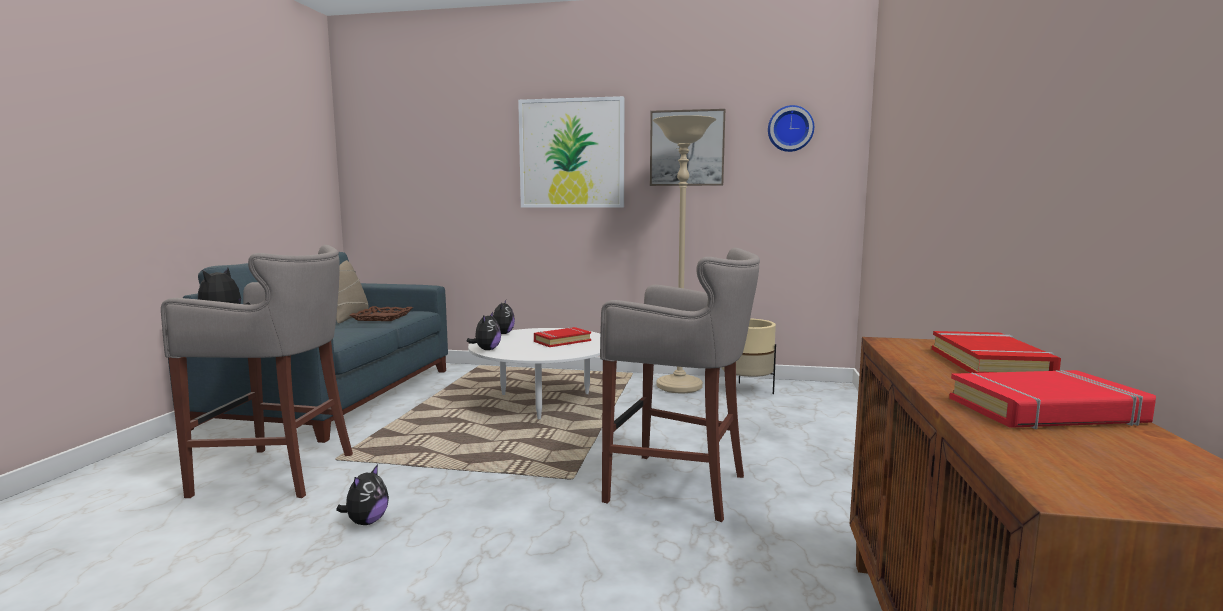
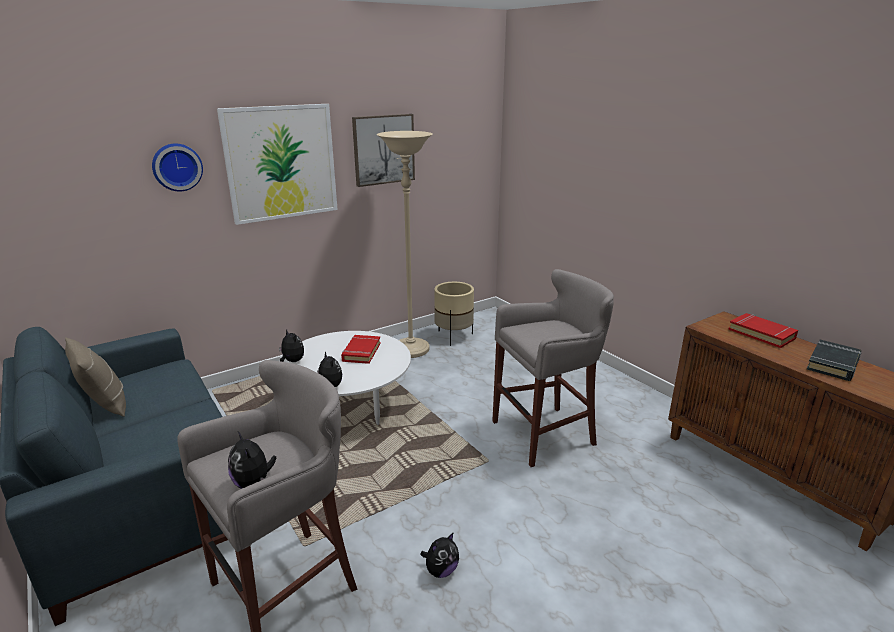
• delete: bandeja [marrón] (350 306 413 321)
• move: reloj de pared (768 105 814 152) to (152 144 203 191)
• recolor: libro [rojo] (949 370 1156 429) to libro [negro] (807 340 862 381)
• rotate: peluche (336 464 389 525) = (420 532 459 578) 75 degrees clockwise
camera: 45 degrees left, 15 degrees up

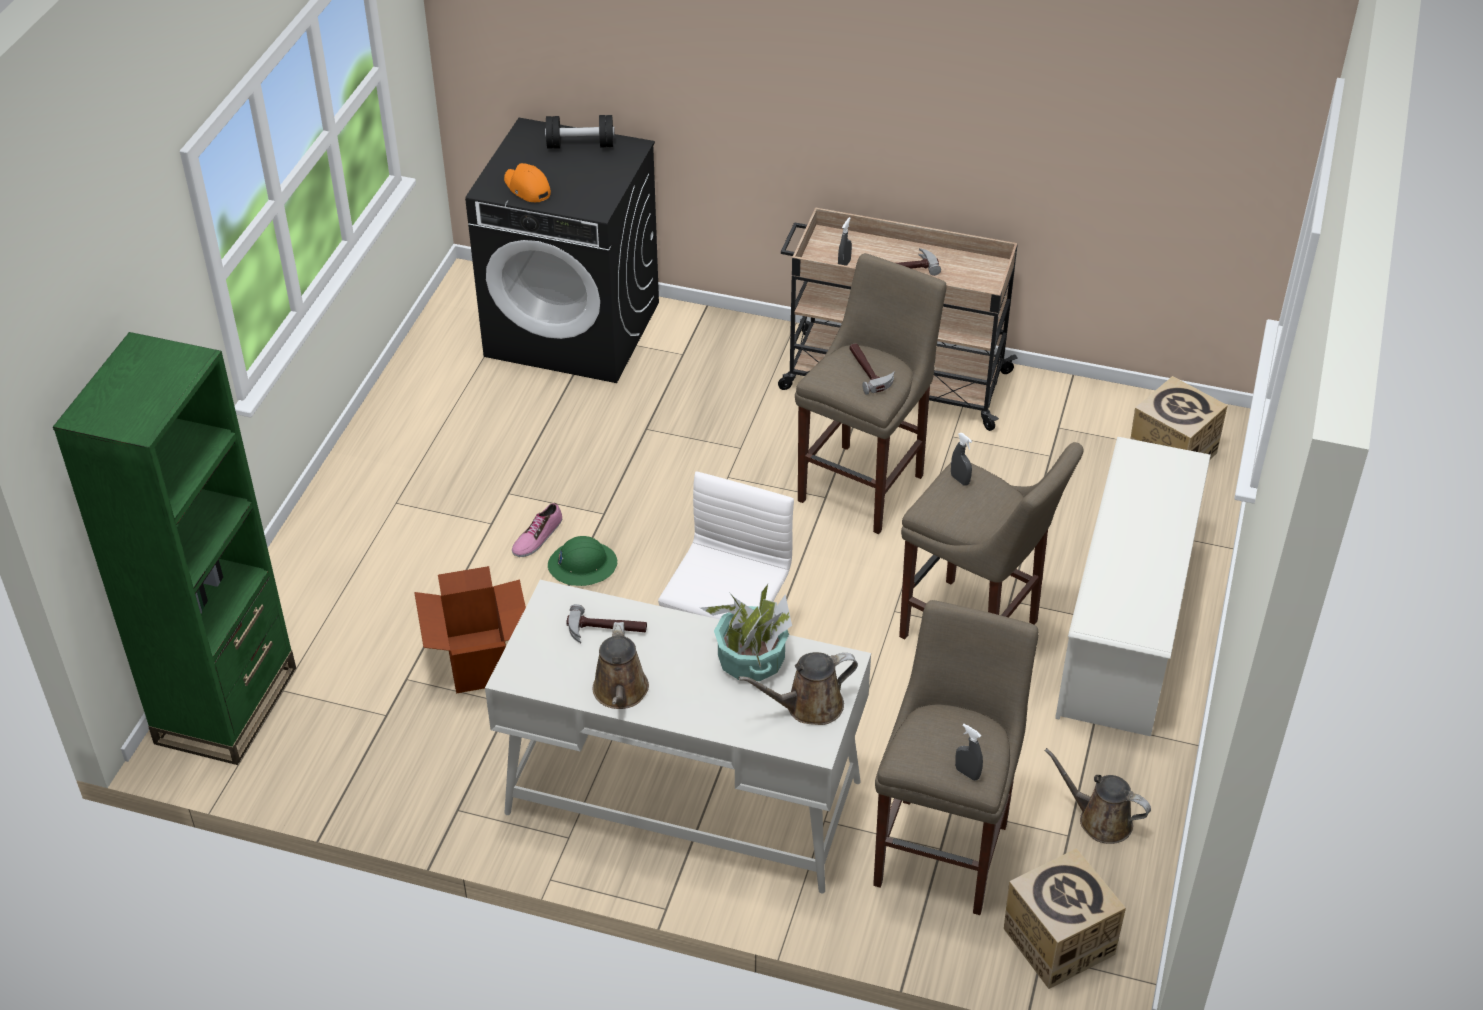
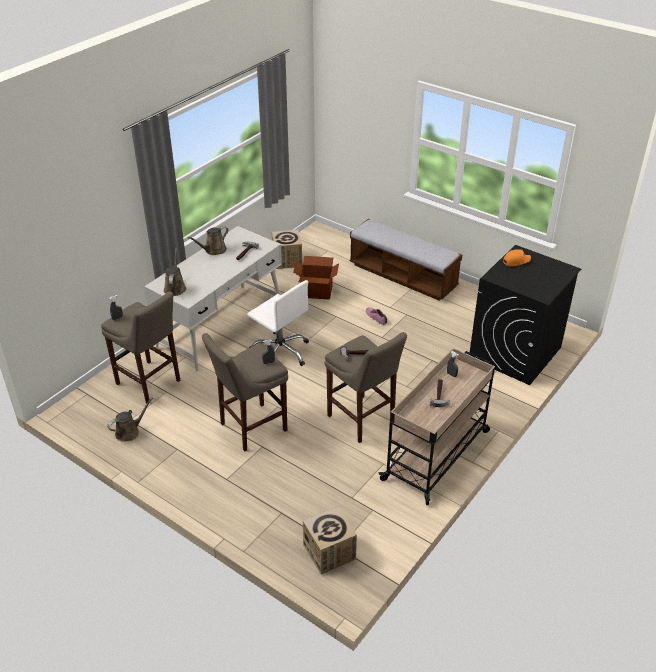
• delete: estantería [verde] (53 332 296 765)
• delete: mancuerna [negro] (545 115 615 149)
• delete: casco [verde] (548 536 617 586)
• delete: planta en maceta (700 584 792 681)
• delete: zapatero [blanco] (1055 437 1211 736)
• insert: banco (350 219 462 301)
• move: caja de cartón (1004 848 1126 989) to (272 230 302 269)
• rotate: regadera [marrón] (593 622 649 709) = (188 226 228 255) 60 degrees counterclockwise
camera: 110 degrees right, 5 degrees down

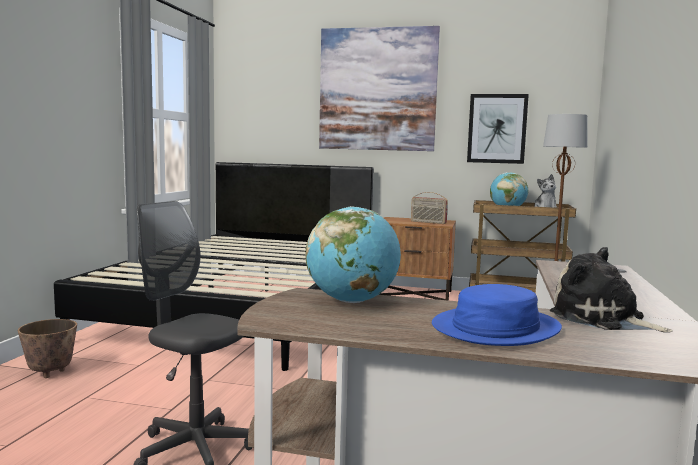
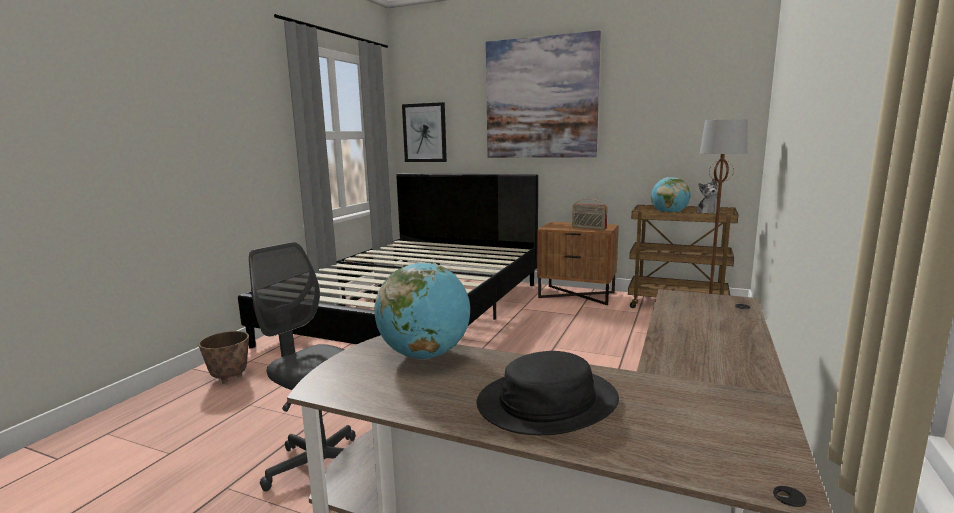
• delete: peluche (550 247 673 332)
• move: cuadro (467 94 529 164) to (402 102 447 162)
• recolor: sombrero [azul] (432 284 562 346) to sombrero [negro] (477 351 619 435)
camera: 10 degrees right, 5 degrees up

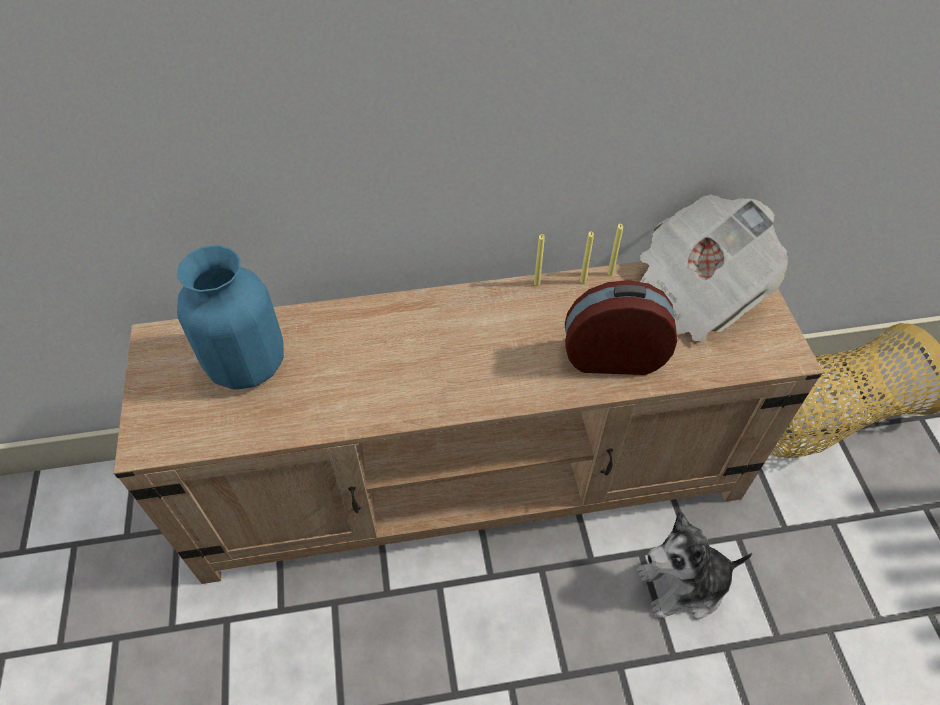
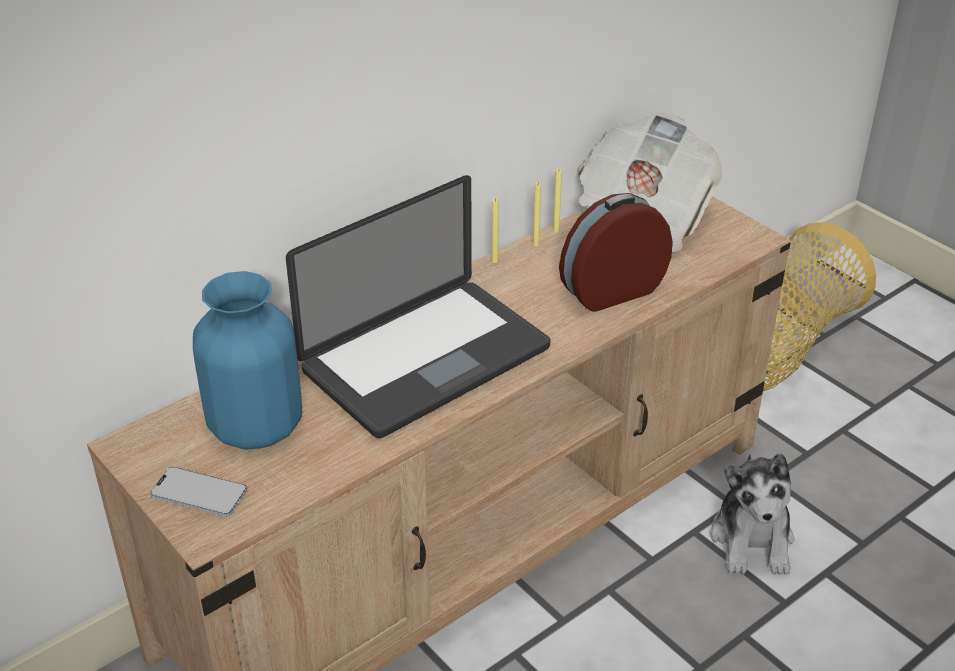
• insert: móvil (150 467 247 517)
• insert: portátil (286 175 550 438)
• rotate: peluche (637 510 753 619) = (711 453 794 575) 45 degrees counterclockwise
camera: 30 degrees left, 15 degrees down

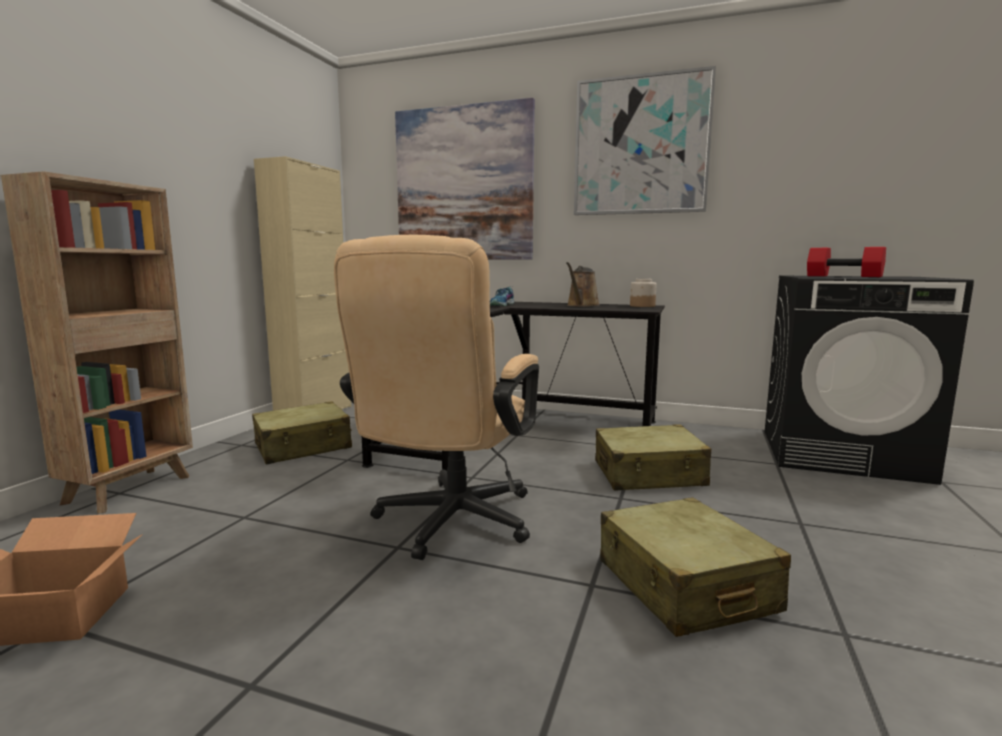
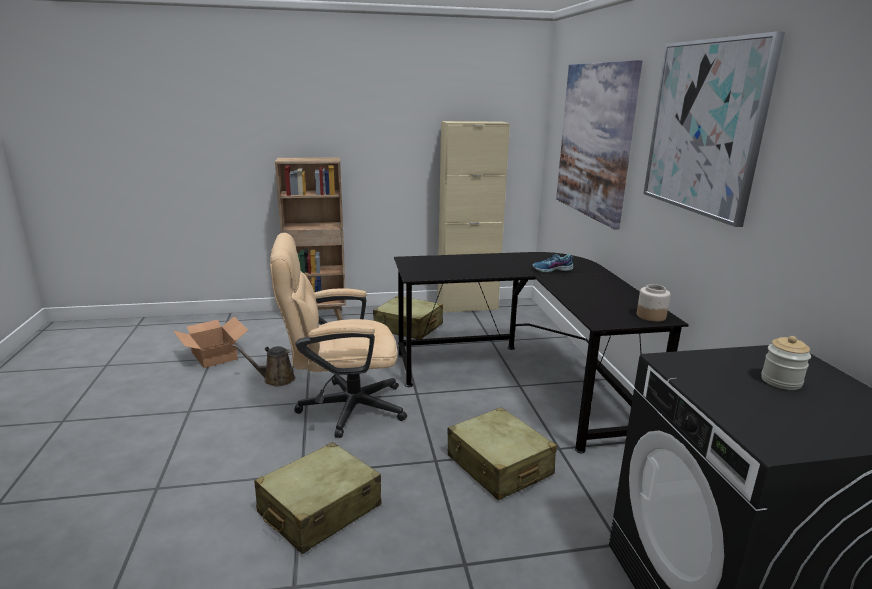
• move: regadera [marrón] (566 262 600 307) to (232 344 295 386)
• replace: mancuerna [rojo] (807 247 886 277) to tarro (761 336 811 390)
camera: 60 degrees right, 10 degrees up

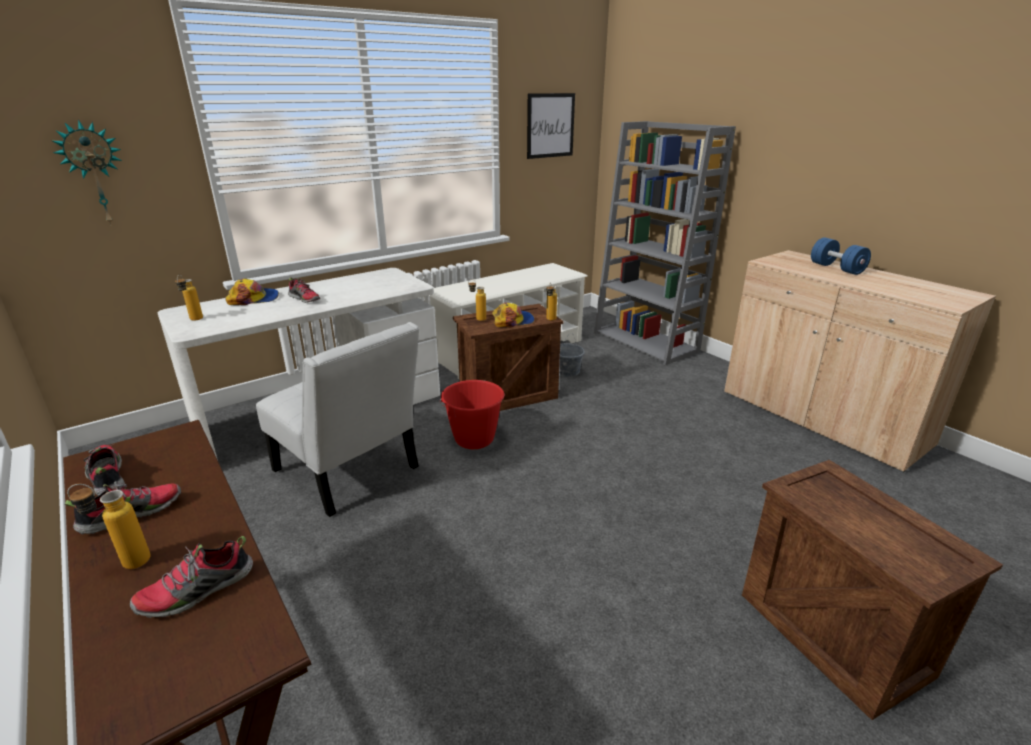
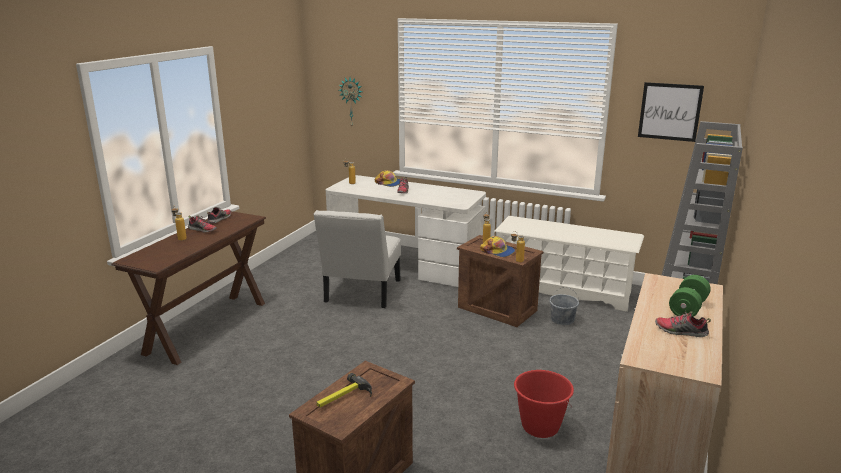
• insert: martillo (316 373 372 408)
• move: zapato (130 536 253 618) to (655 310 711 337)
• move: cubo [rojo] (440 380 505 449) to (514 370 574 438)
• recolor: mancuerna [azul] (811 237 871 275) to mancuerna [verde] (669 275 711 317)
camera: 60 degrees right, 5 degrees down

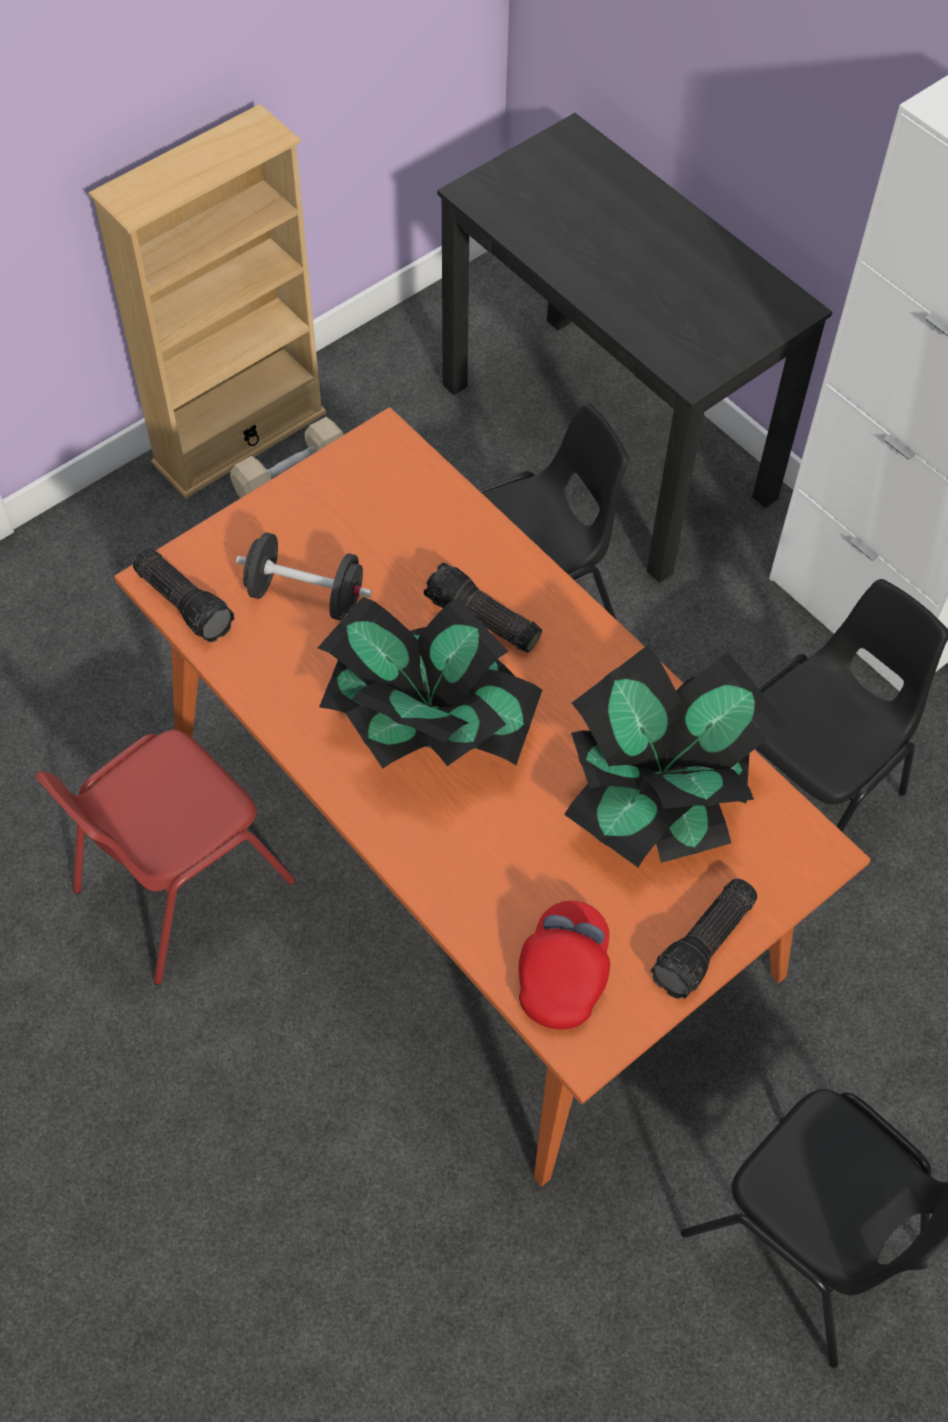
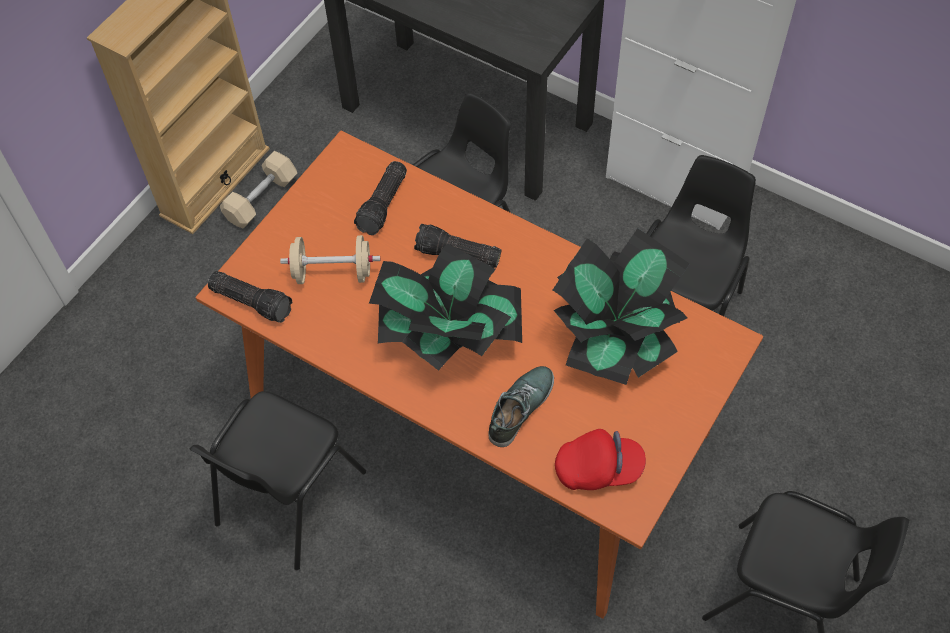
• insert: zapato (488 366 554 447)
• move: linterna (651 878 757 999) to (354 161 407 235)
• recolor: silla [rojo] (35 730 295 985) to silla [negro] (190 391 366 570)
• recolor: mancuerna [negro] (236 533 372 620) to mancuerna [beis] (280 235 380 284)
• rotate: gorra [rojo] (519 901 610 1029) = (555 429 646 490) 90 degrees clockwise
camera: 15 degrees left, 0 degrees up

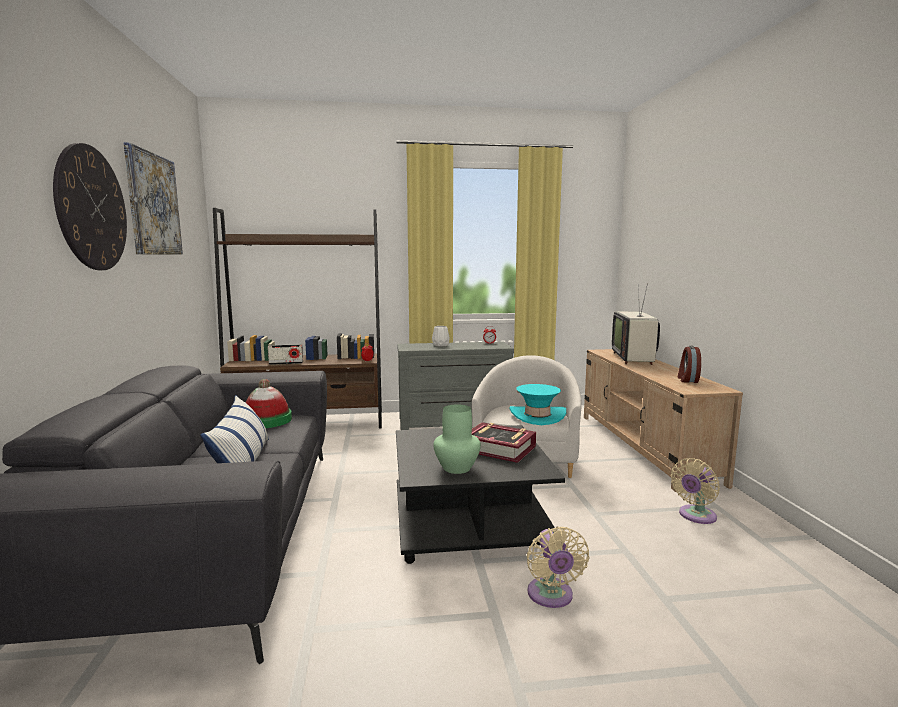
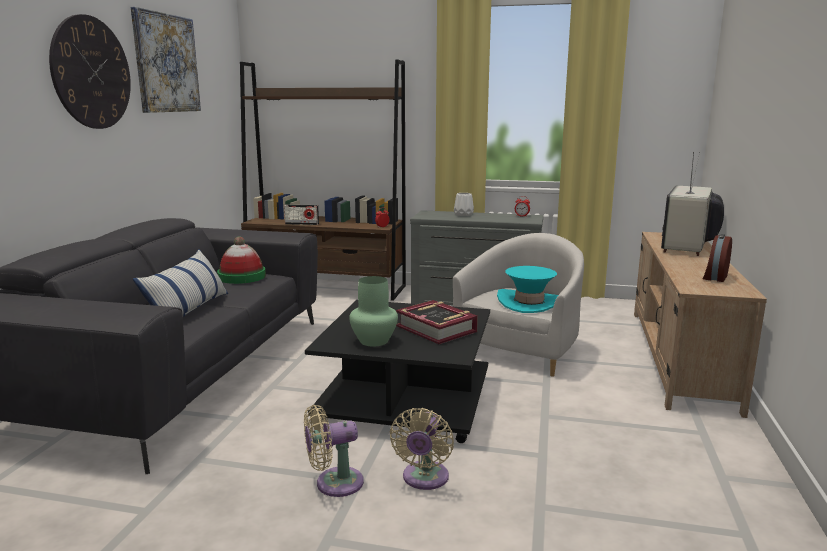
• move: ventilador [beis] (671 458 720 524) to (304 405 364 497)
camera: 20 degrees right, 5 degrees up

